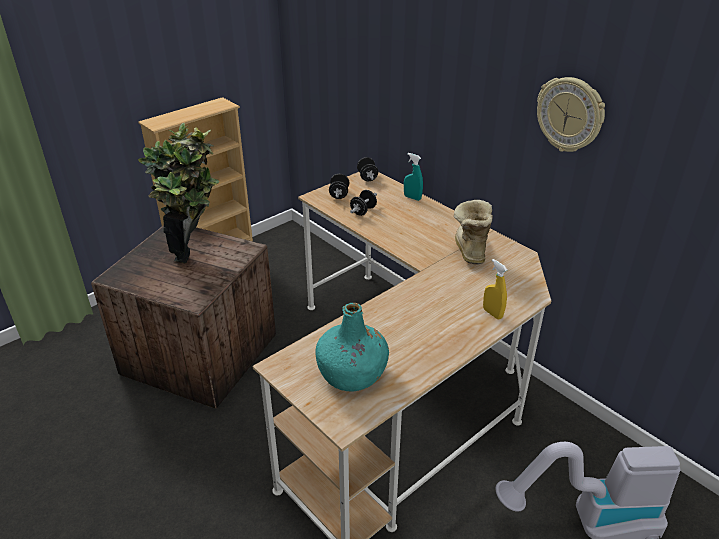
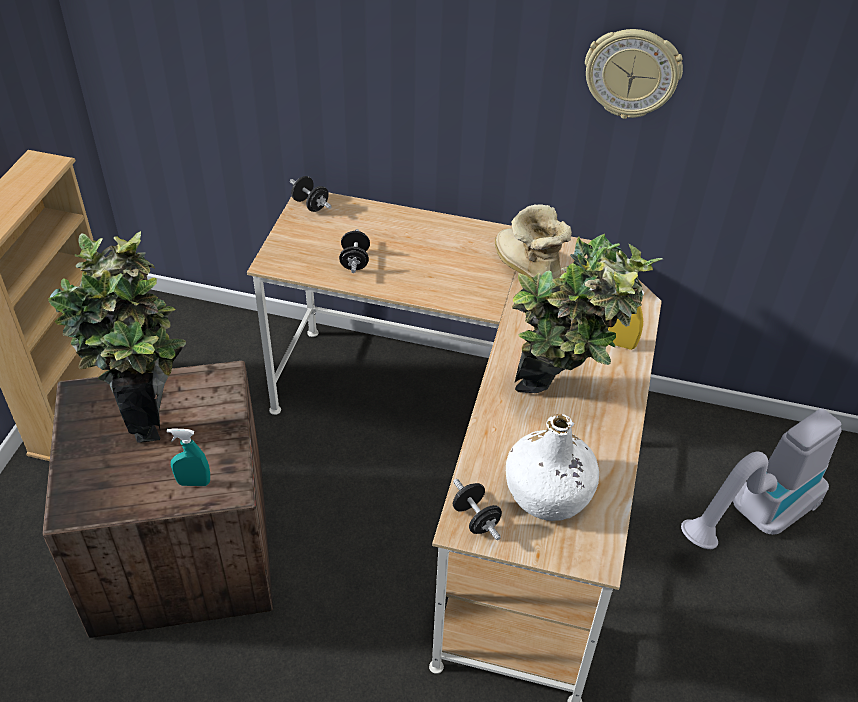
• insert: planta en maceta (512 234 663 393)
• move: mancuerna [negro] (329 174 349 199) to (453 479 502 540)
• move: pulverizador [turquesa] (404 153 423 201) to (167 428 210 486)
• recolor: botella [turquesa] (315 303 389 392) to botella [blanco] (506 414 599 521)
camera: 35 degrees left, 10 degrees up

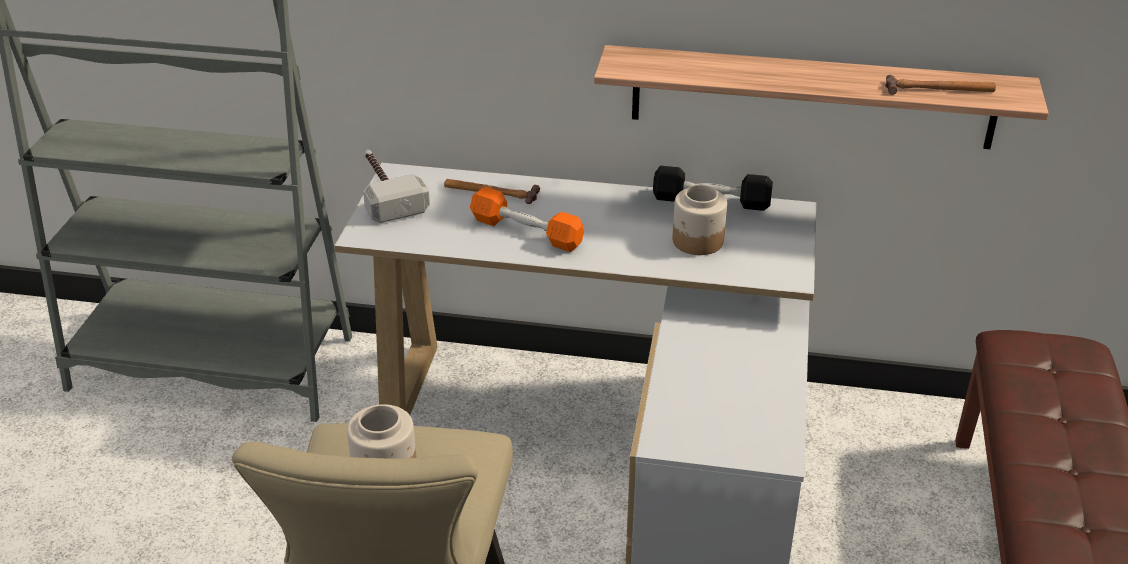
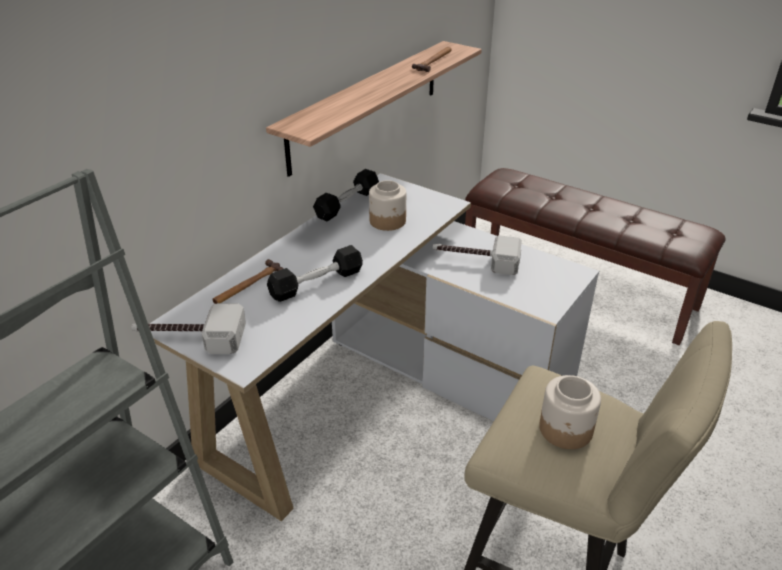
• insert: martillo (433 235 522 275)
• recolor: mancuerna [naranja] (470 187 584 252) to mancuerna [negro] (267 245 363 302)
camera: 65 degrees left, 0 degrees up

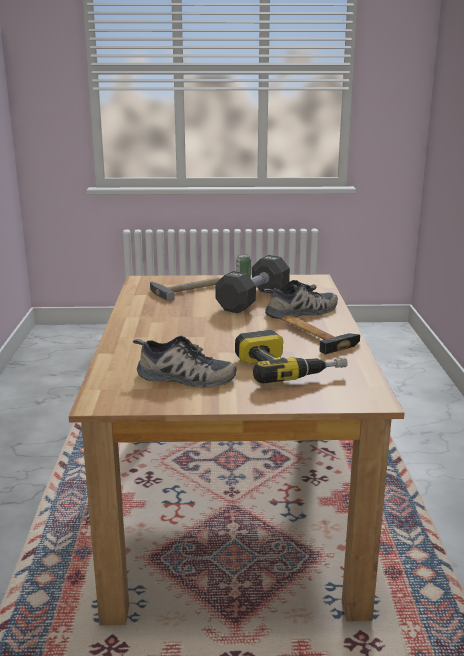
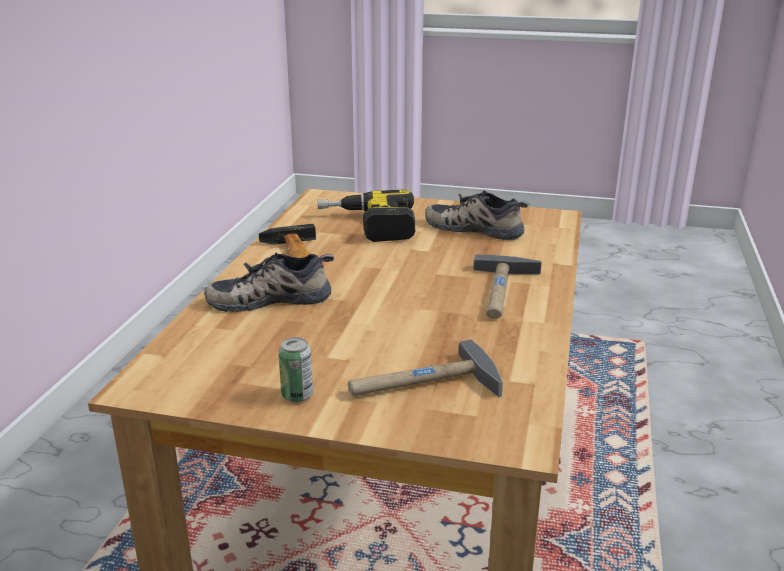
• delete: mancuerna [negro] (215 255 290 313)
• insert: martillo (473 254 542 319)
camera: 165 degrees left, 5 degrees up

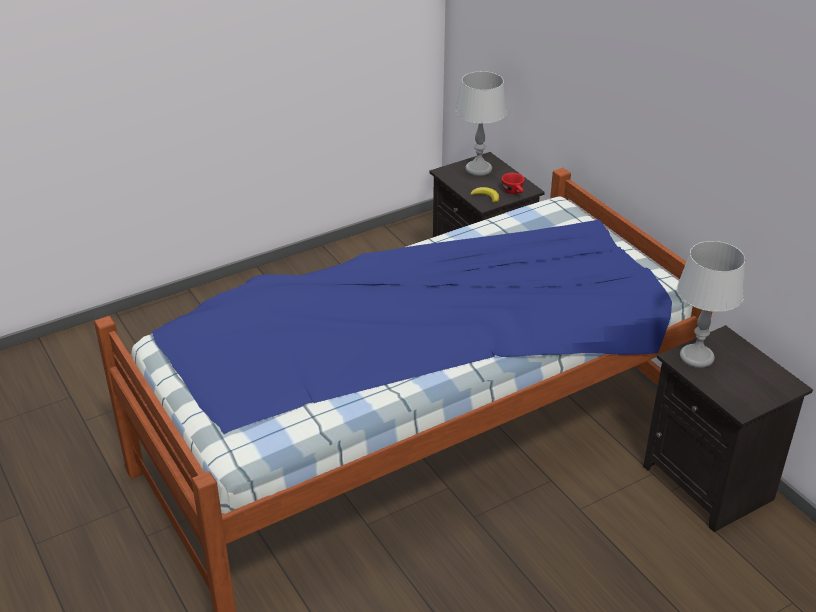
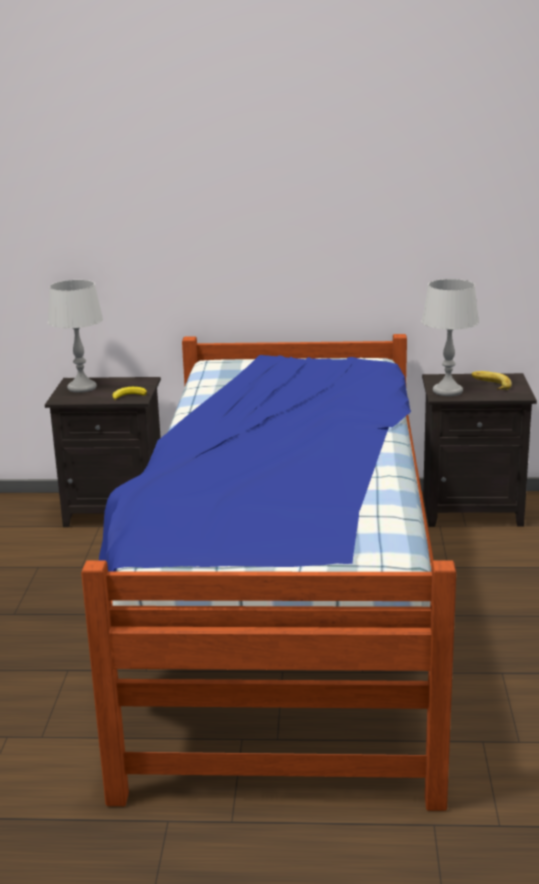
• delete: taza [rojo] (502 173 525 194)
• insert: plátano (471 371 512 390)
camera: 55 degrees left, 15 degrees down

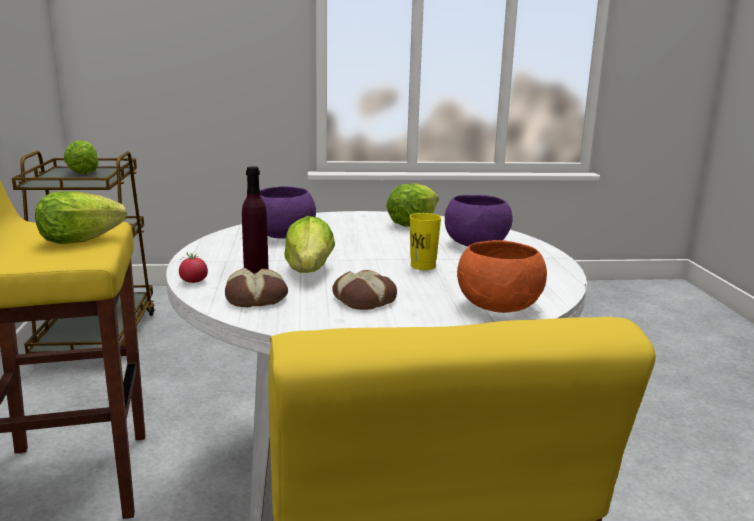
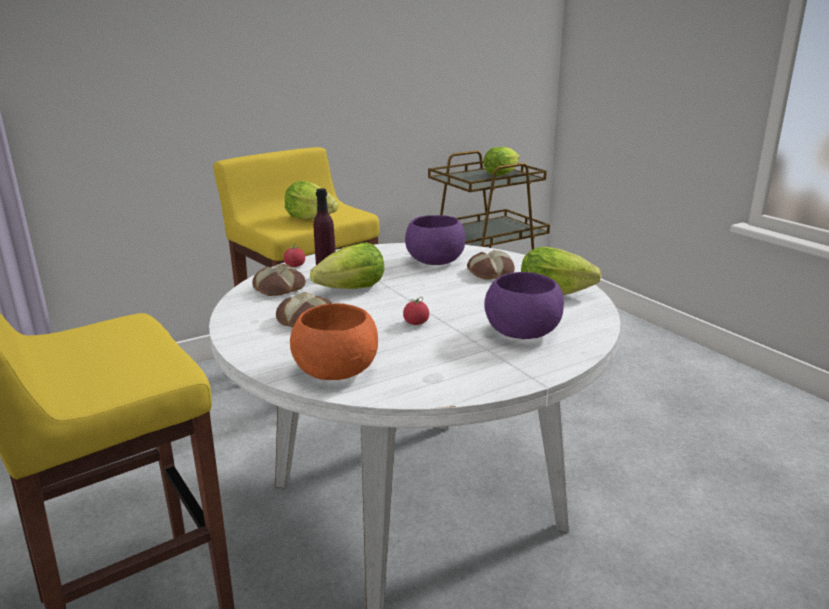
• insert: pan (467 250 515 280)
• replace: taza [amarillo] (410 213 441 270) to tomate (403 297 429 325)
camera: 65 degrees right, 5 degrees up

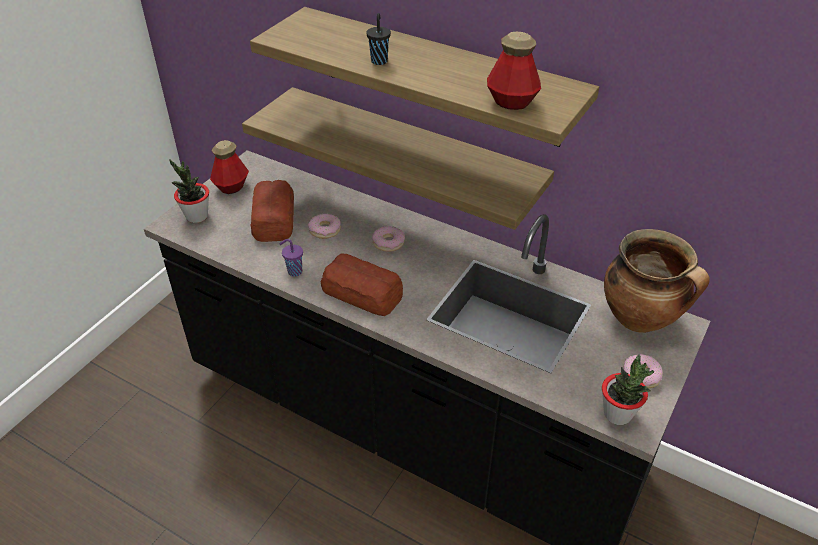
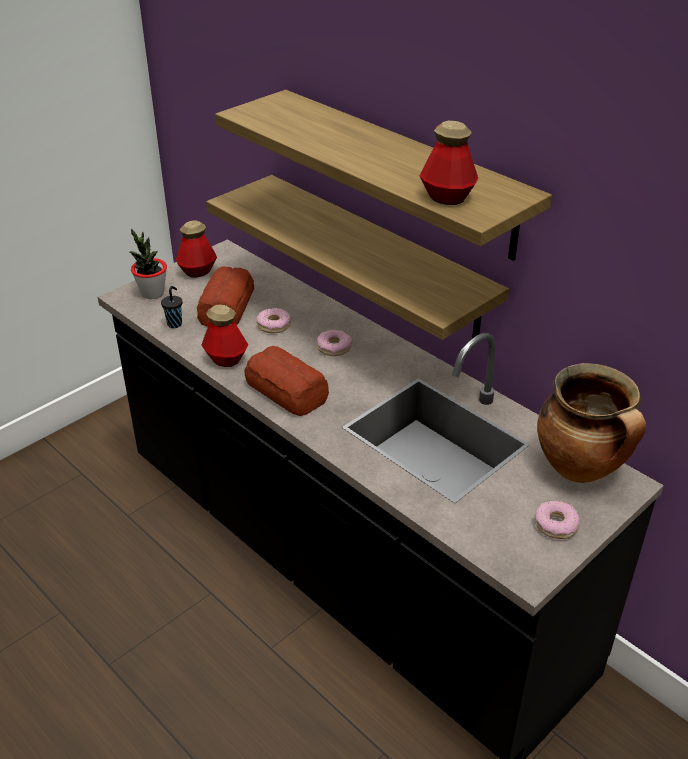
• delete: planta en maceta (602 354 654 425)
• move: taza [negro] (366 13 391 65) to (161 286 182 328)
• replace: taza [morado] (279 239 303 277) to botella (202 305 248 367)
camera: 15 degrees right, 5 degrees down

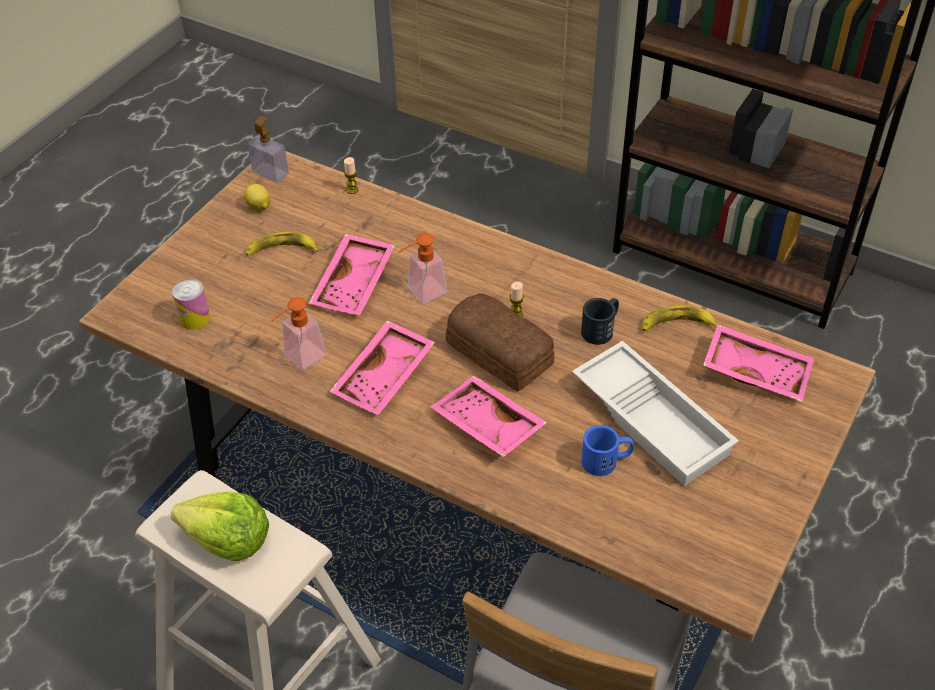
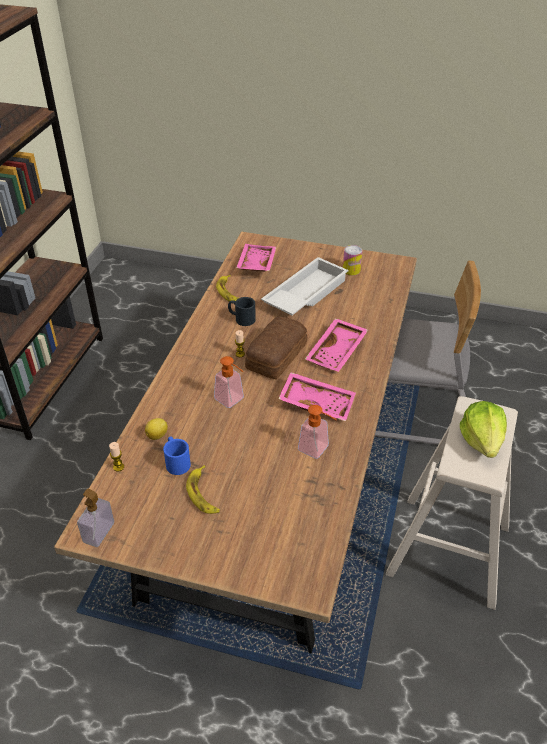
• delete: bandeja [rosa] (309 234 395 315)
• move: lata (172 279 210 330) to (343 245 362 275)
• move: limón (244 184 271 211) to (145 418 168 440)
• move: taza grande [azul] (581 425 634 476) to (163 436 191 475)
camera: 105 degrees left, 5 degrees down

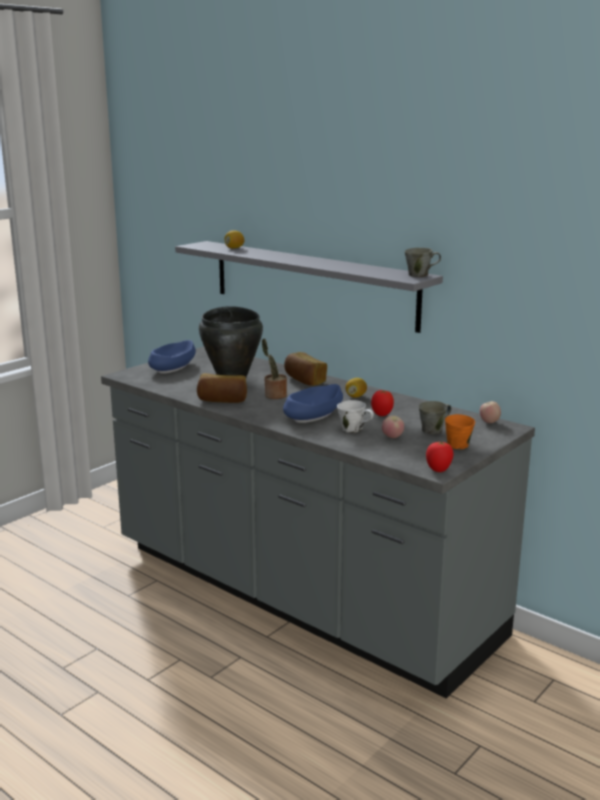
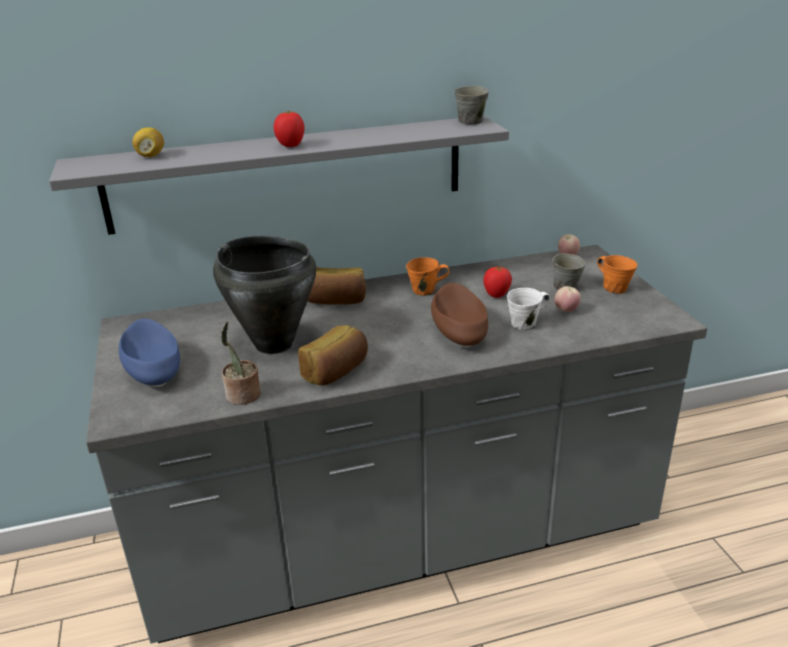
• move: planta en maceta (262 338 287 399) to (221 321 261 405)
• move: tomate (426 442 454 472) to (274 111 304 147)
• replace: limón (345 378 367 398) to taza grande [naranja] (406 257 449 296)
• recolor: cuenco [azul] (283 384 343 423) to cuenco [marrón] (431 283 488 348)
camera: 55 degrees left, 10 degrees up

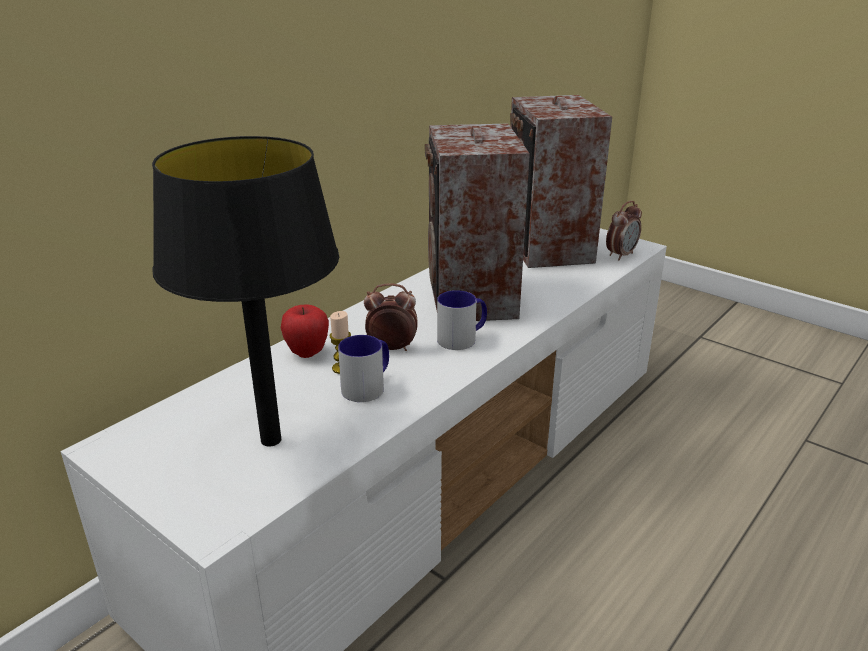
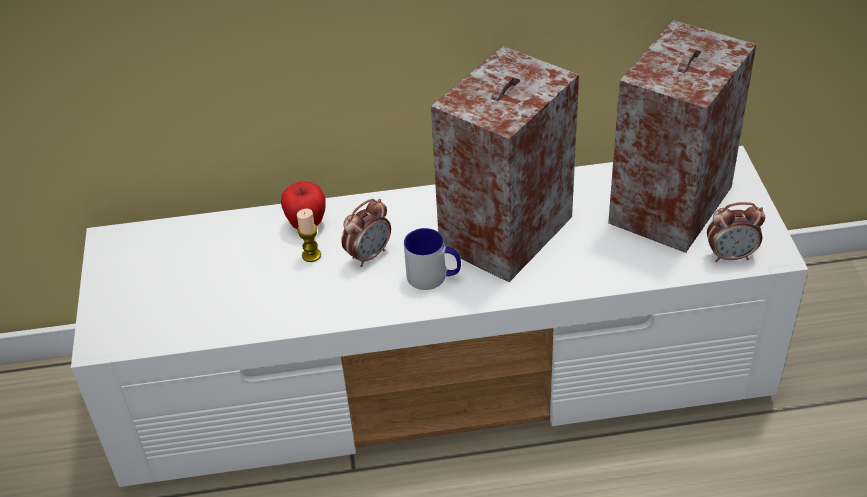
• delete: lámpara de mesa [negro] (152 136 339 446)
• delete: taza grande (338 335 389 402)
• rotate: despertador (364 283 418 351) = (341 199 391 267) 90 degrees clockwise
camera: 45 degrees right, 15 degrees up

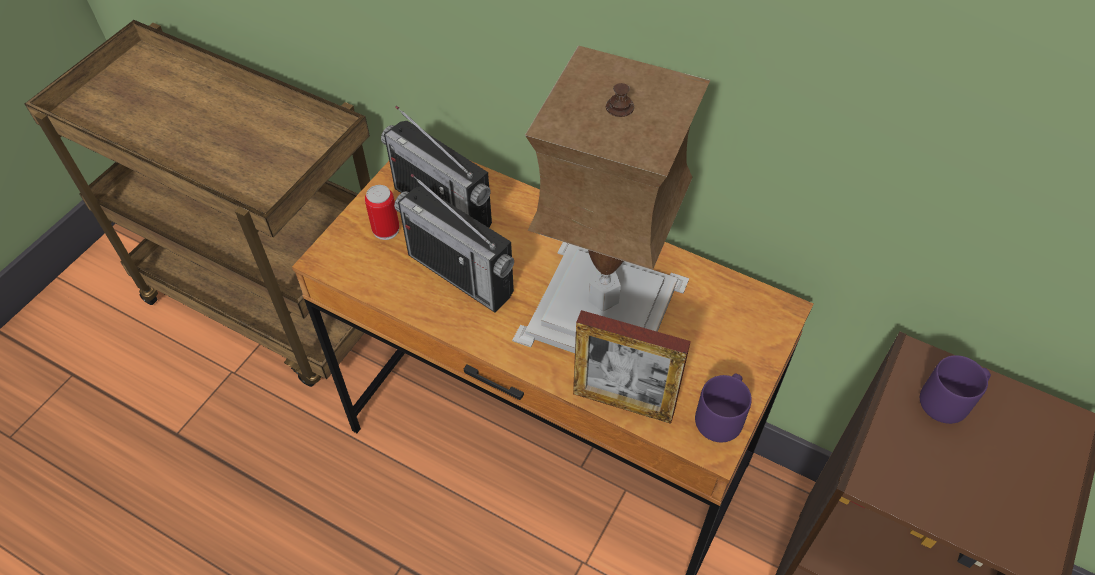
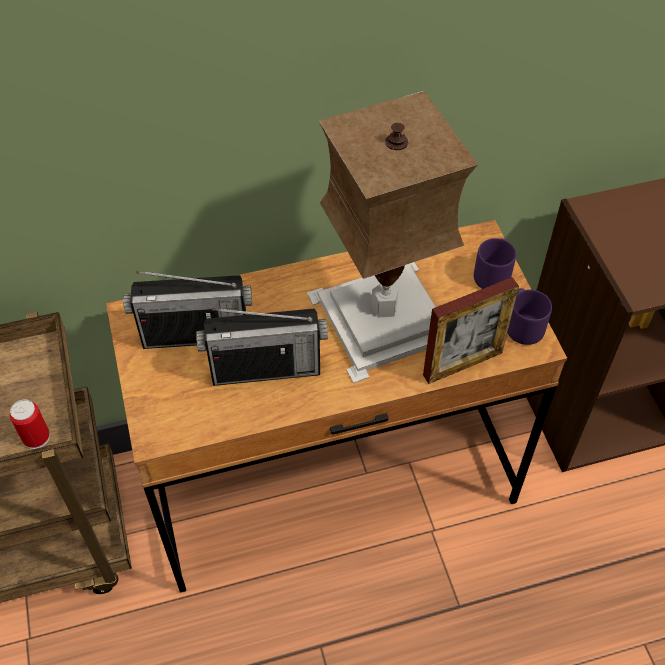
• move: lata (365 185 399 240) to (10 399 50 449)
• move: taza grande [morado] (920 355 991 424) to (474 238 516 289)
camera: 45 degrees left, 0 degrees up

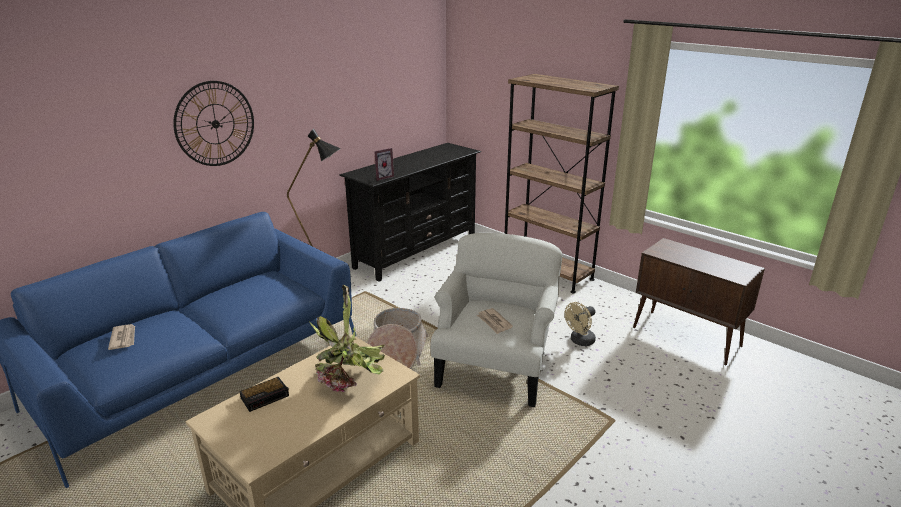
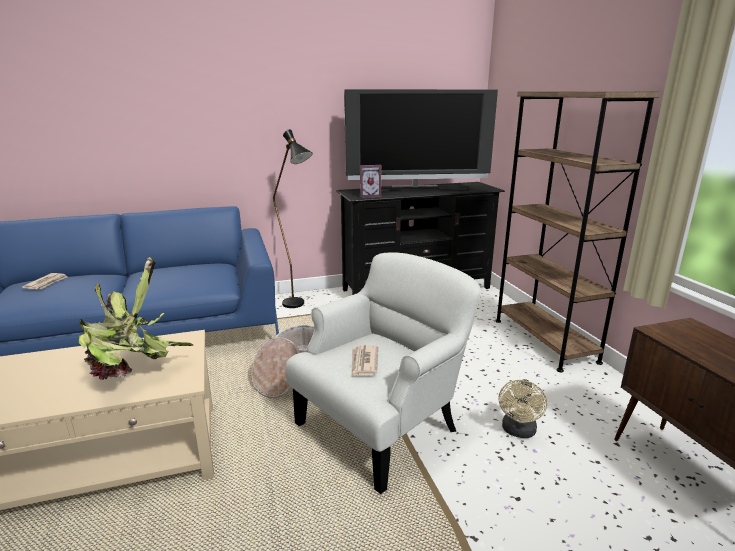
• delete: reloj de pared (173 81 254 166)
• delete: despertador (239 377 289 412)
• insert: televisor (344 89 498 191)
• rotate: ventilador [beis] (564 302 596 346) = (499 379 547 438) 60 degrees counterclockwise
camera: 30 degrees right, 5 degrees down

